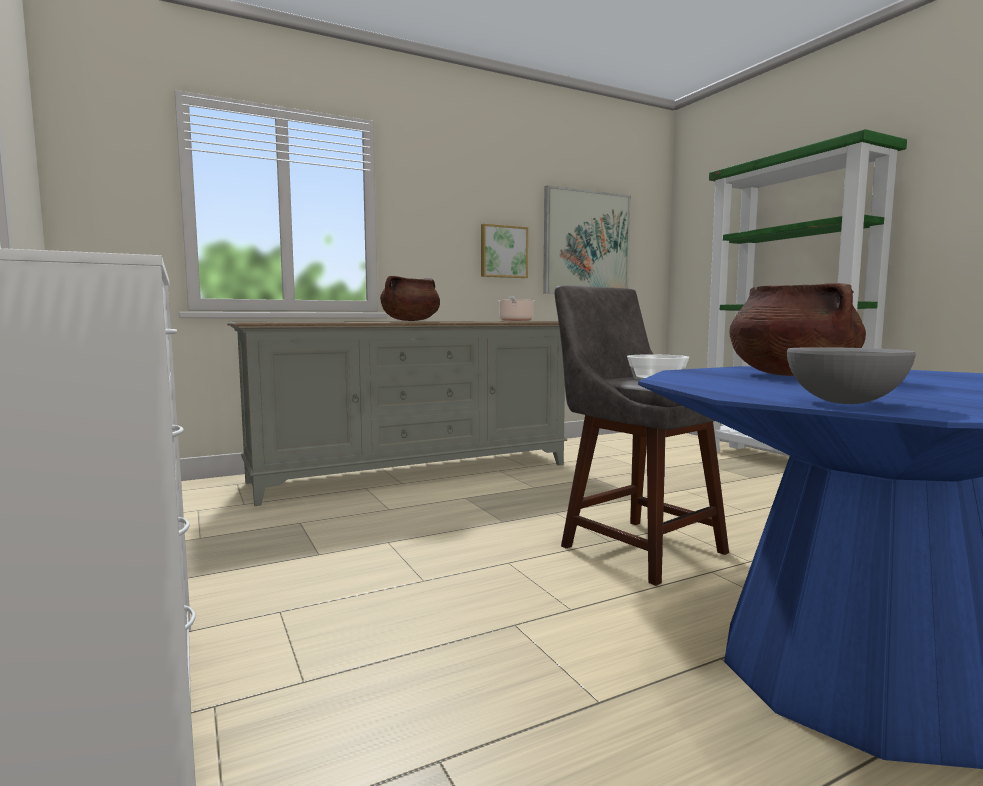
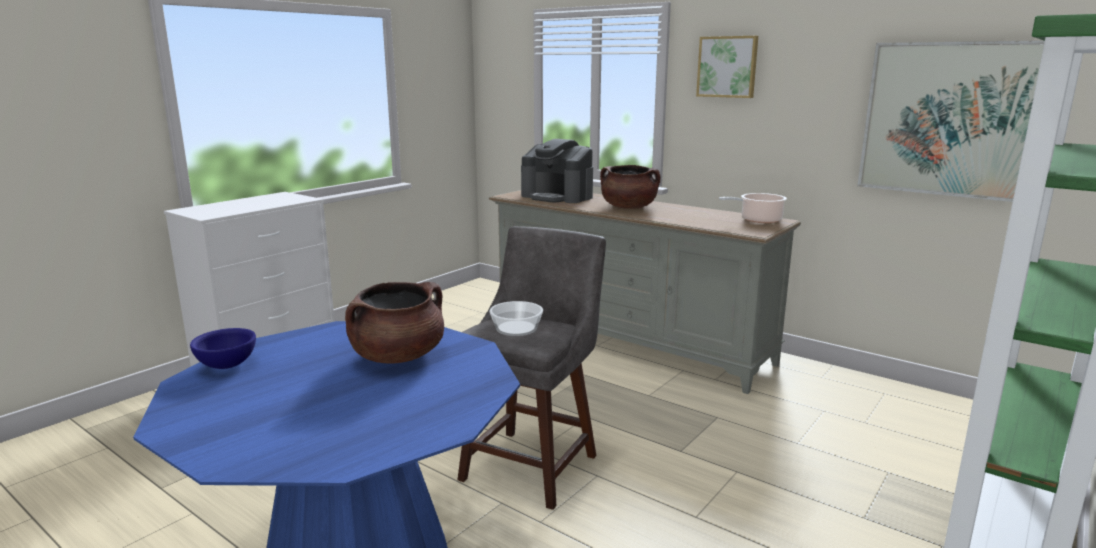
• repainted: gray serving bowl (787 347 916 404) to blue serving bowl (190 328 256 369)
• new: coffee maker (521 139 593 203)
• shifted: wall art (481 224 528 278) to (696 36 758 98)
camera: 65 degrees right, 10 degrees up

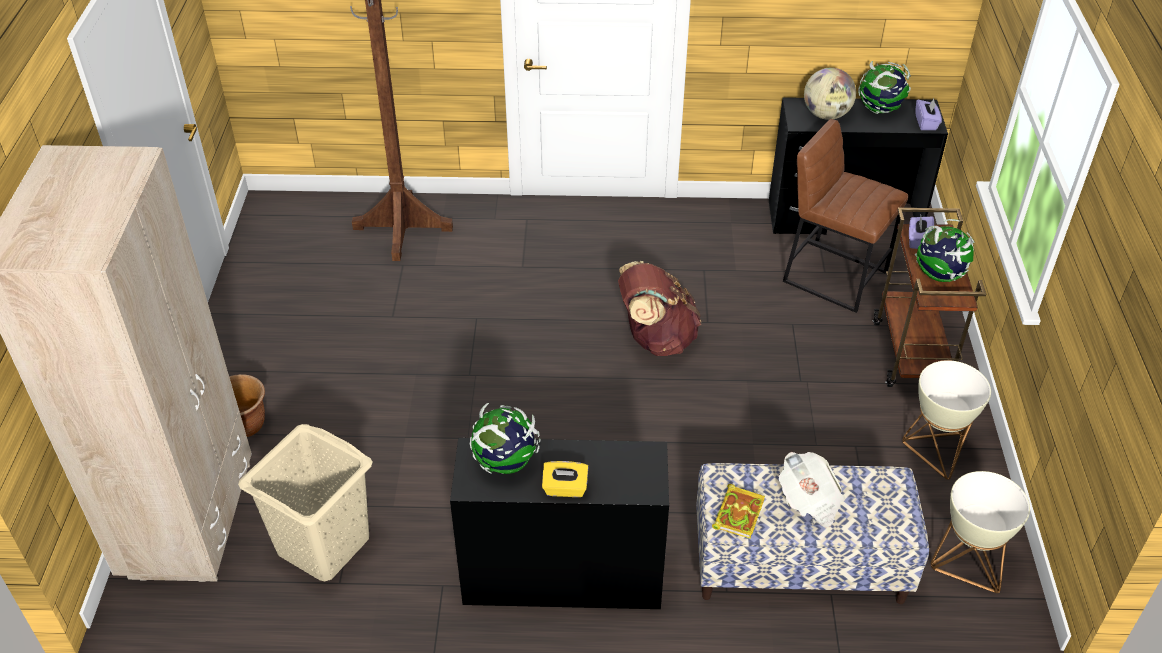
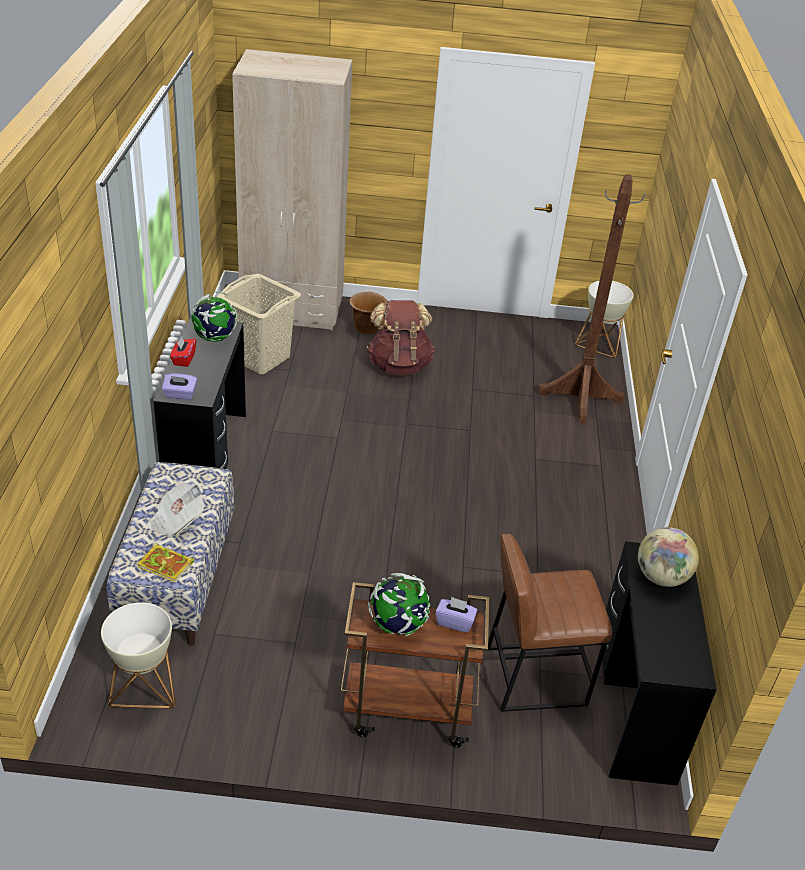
• shifted: bound book (712 484 765 539) to (138 543 194 582)
• shifted: purplish box of tissues (916 99 942 130) to (162 374 197 400)
• repainted: yellow-coloured box of tissues (542 461 588 497) to red-coloured box of tissues (170 336 196 367)
• shifted: brown-coloured knapsack (618 261 701 356) to (367 300 435 375)
• rotated: brown-coloured plain chair (783 119 908 313) = (488 533 612 712) 135 degrees counterclockwise
• shifted: plant pot (902 360 991 480) to (575 281 634 358)
• gone: desk globe (858 61 911 114)
camera: 90 degrees right, 5 degrees down

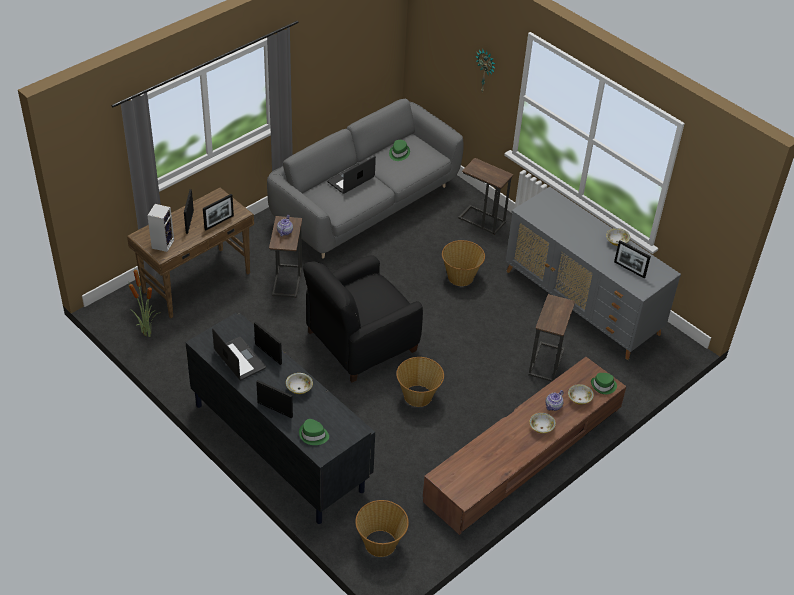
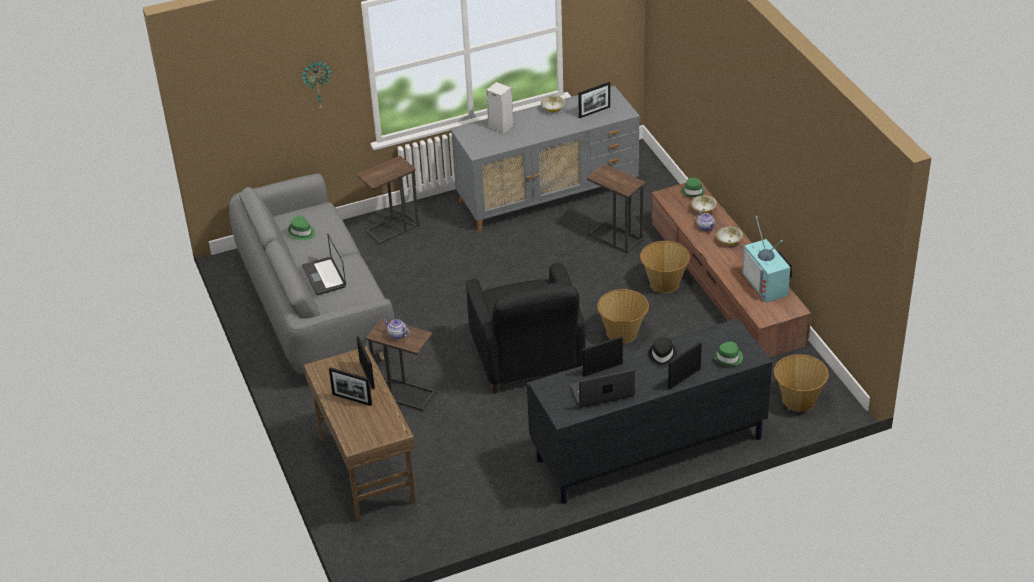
• shifted: audio speaker (147 204 174 252) to (486 82 513 133)
• shifted: basket (442 240 485 286) to (640 241 690 293)
• swapped: serving bowl (286 373 313 394) to black-coloured hat (649 337 677 368)
• new: television (742 216 792 303)
• gone: potted plant (128 270 161 337)
camera: 65 degrees left, 5 degrees down

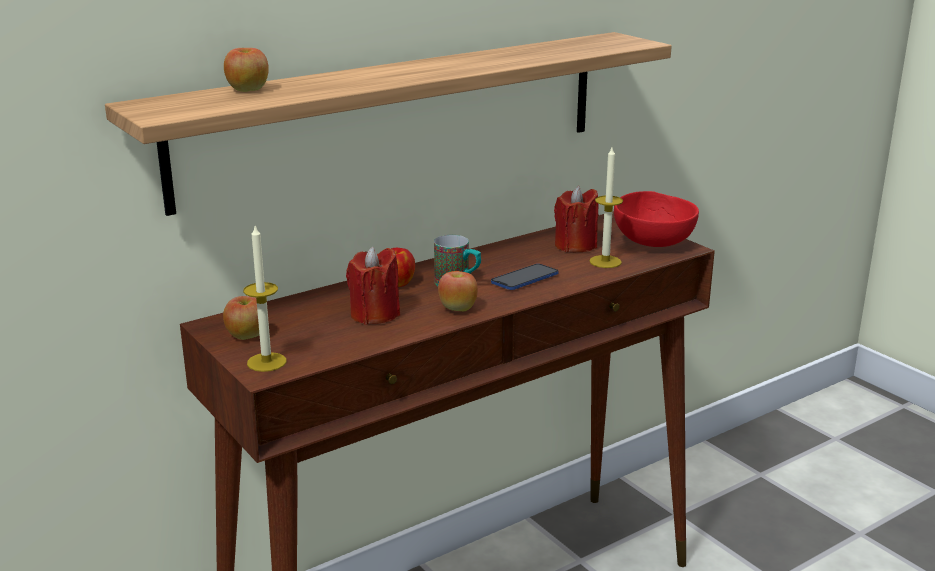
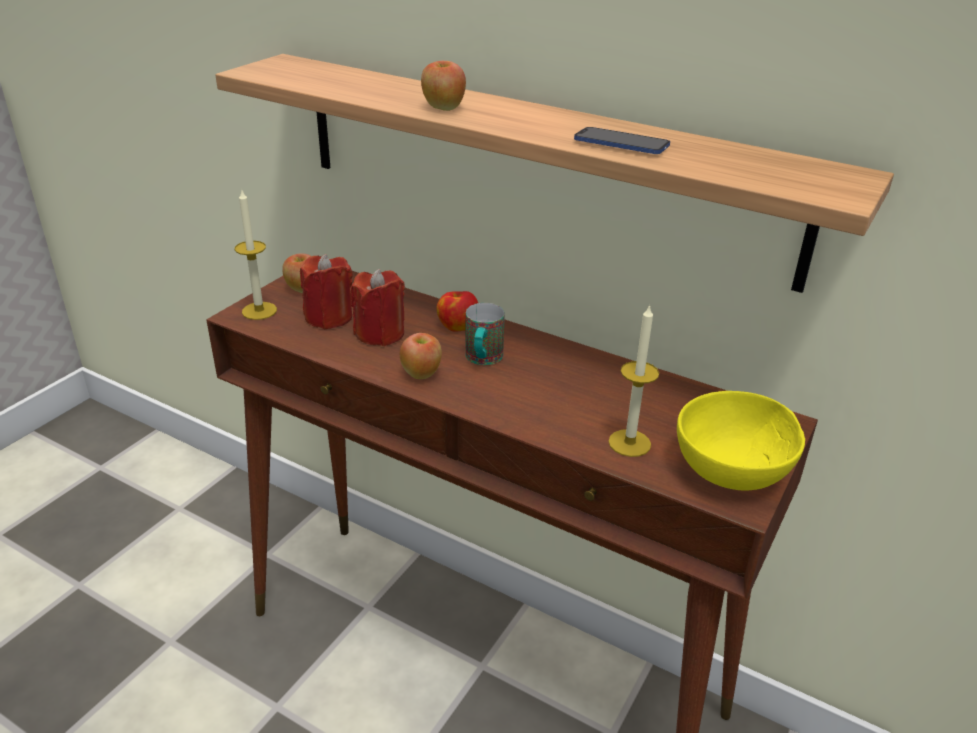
• shifted: red-coloured candle (554 186 599 252) to (300 254 353 329)
• shifted: apple fruit (224 48 269 92) to (421 61 466 111)
• shifted: handset (491 264 558 290) to (574 127 670 154)
• repainted: red-coloured serving bowl (614 191 699 247) to yellow-coloured serving bowl (677 391 805 491)
camera: 65 degrees right, 10 degrees up

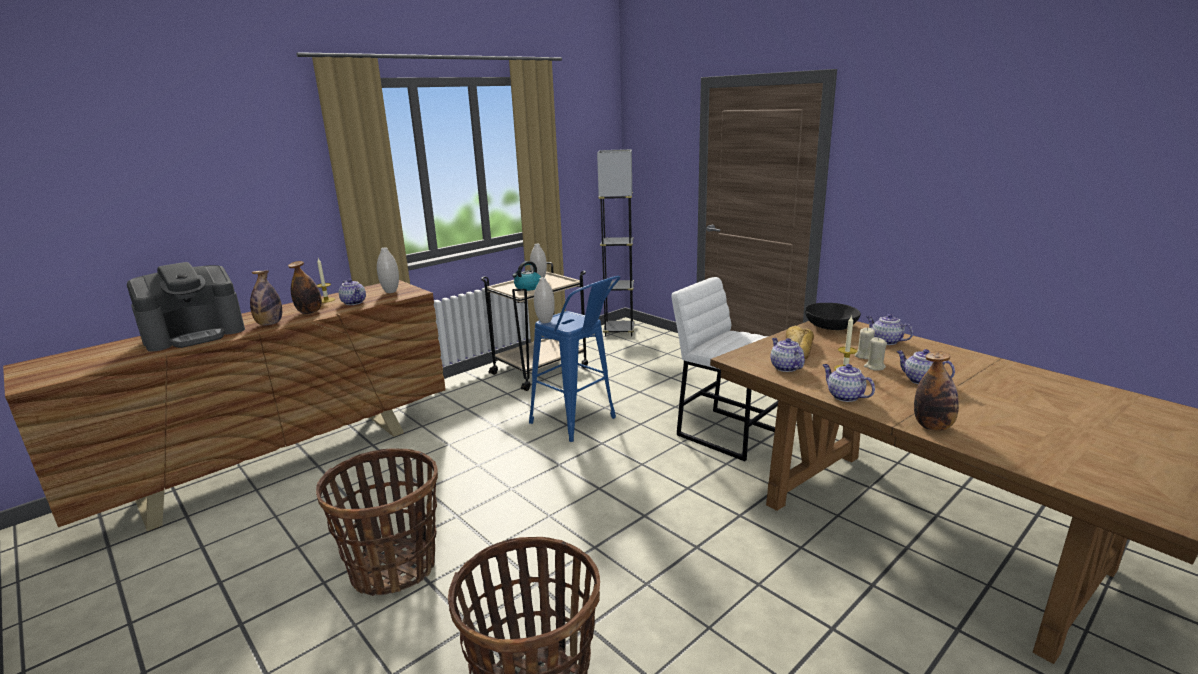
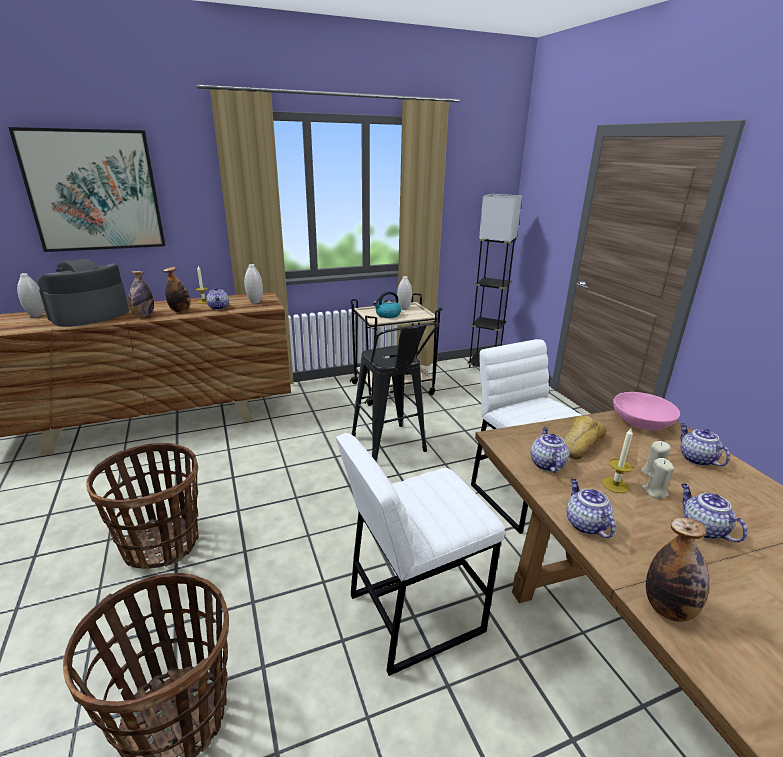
• new: wall art (8 127 165 252)
• shifted: white vase (534 277 555 323) to (17 273 44 317)
• rotated: coffee maker (127 262 245 352) = (37 259 129 327) 150 degrees clockwise
• new: white plain chair (336 433 505 676)
• repainted: blue stool seat (529 276 620 442) to black-coloured stool seat (351 322 440 462)
• repainted: black-coloured serving bowl (805 303 861 330) to pink serving bowl (613 392 680 430)
camera: 20 degrees right, 5 degrees up

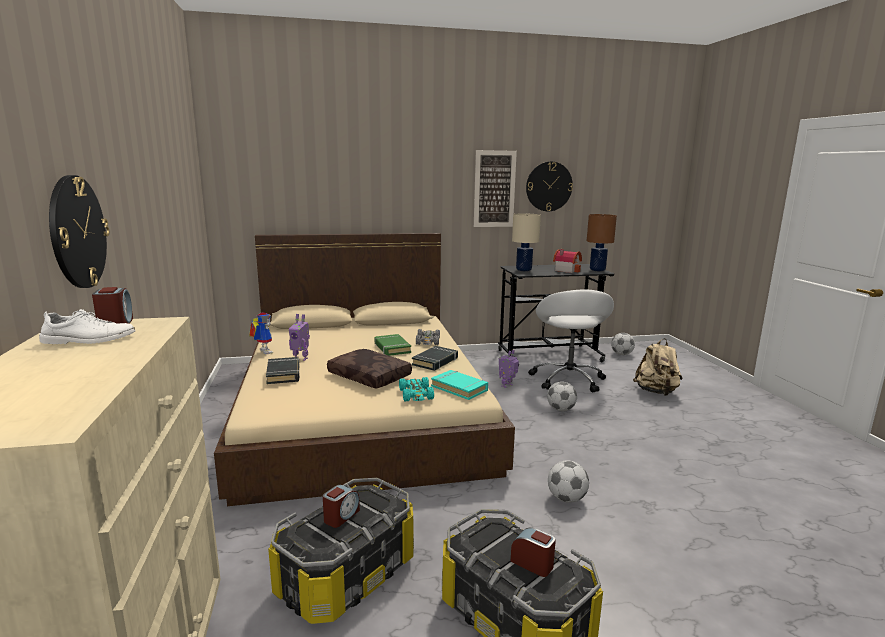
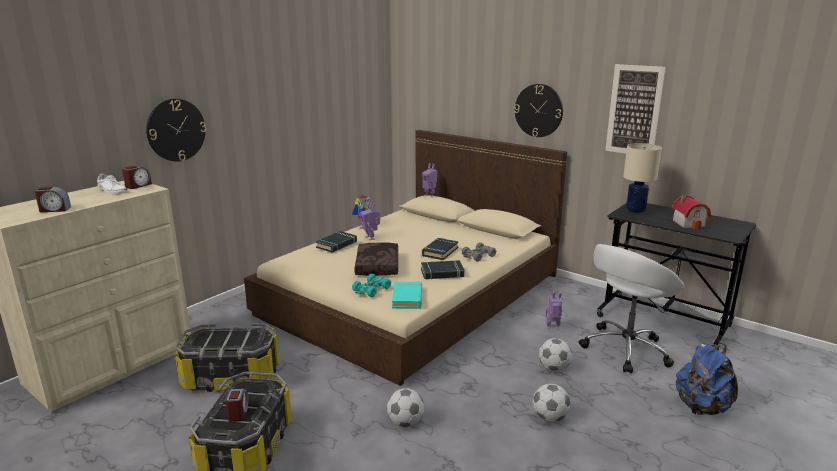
• shifted: table clock (323 485 360 528) to (35 187 71 212)
• new: robot figure (422 163 437 197)
• repainted: greenish bound book (375 334 411 356) to black-coloured bound book (422 238 459 260)
• shifted: wall clock (526 162 573 211) to (514 84 563 137)
• shifted: football ball (611 333 635 355) to (533 384 570 422)
• repainted: beige knapsack (633 338 683 396) to blue knapsack (675 343 738 415)
• gone: brown-coloured tabletop lamp (587 214 617 271)
camera: 50 degrees right, 5 degrees up

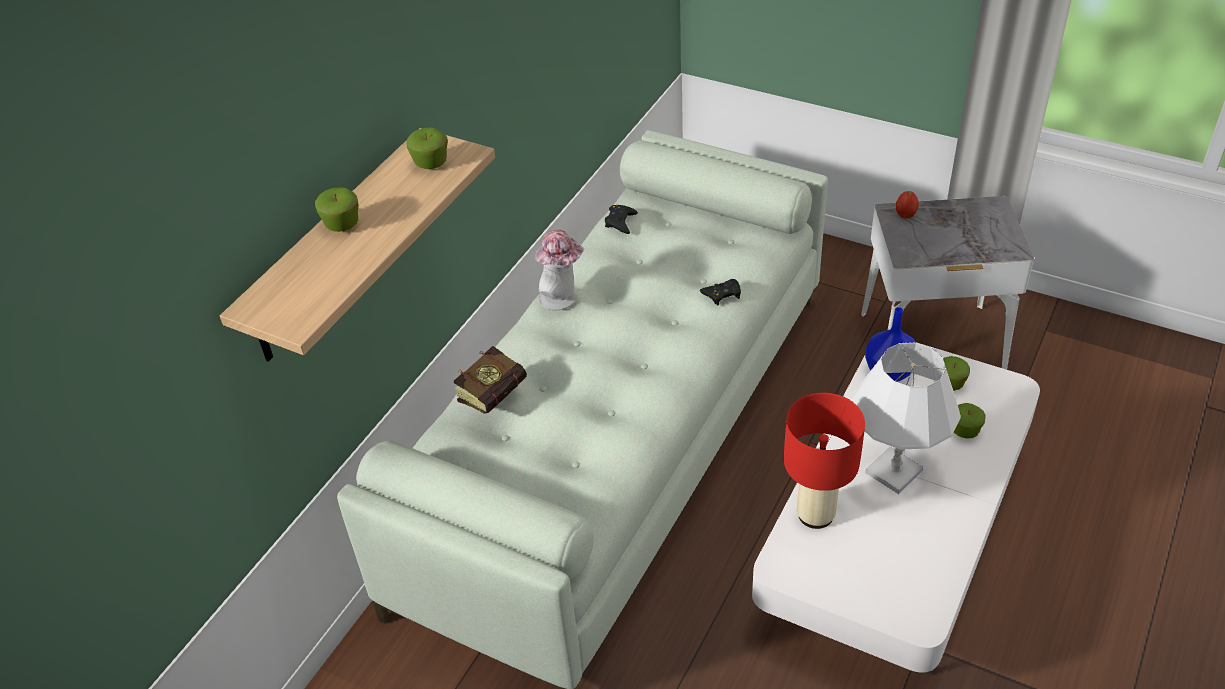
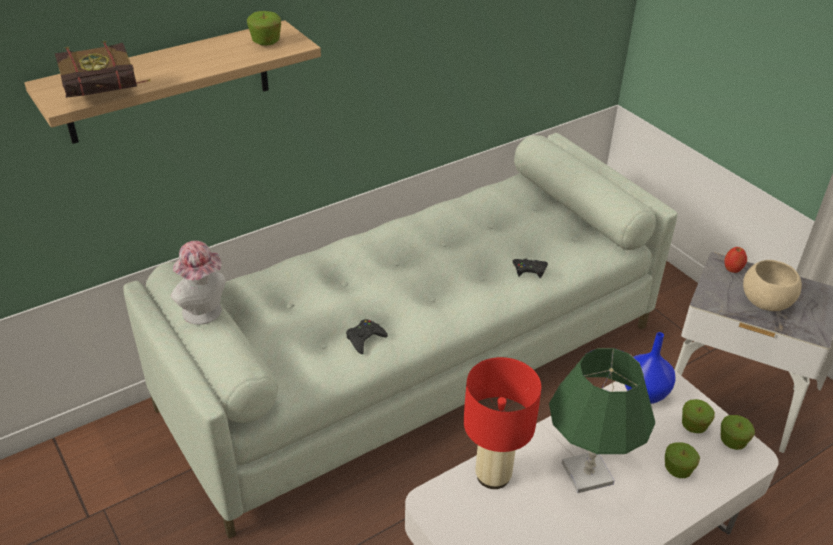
• shifted: bound book (454 346 527 414) to (55 41 150 98)
• shifted: hat (535 229 584 310) to (171 241 225 325)
• shifted: black-coloured joypad (605 205 638 234) to (346 319 388 354)
• repainted: white tabletop lamp (852 342 961 494) to greenish tabletop lamp (549 348 655 493)
• shifted: apple fruit (315 187 359 232) to (721 415 755 450)
• new: beige serving bowl (743 260 802 311)
camera: 25 degrees right, 5 degrees down

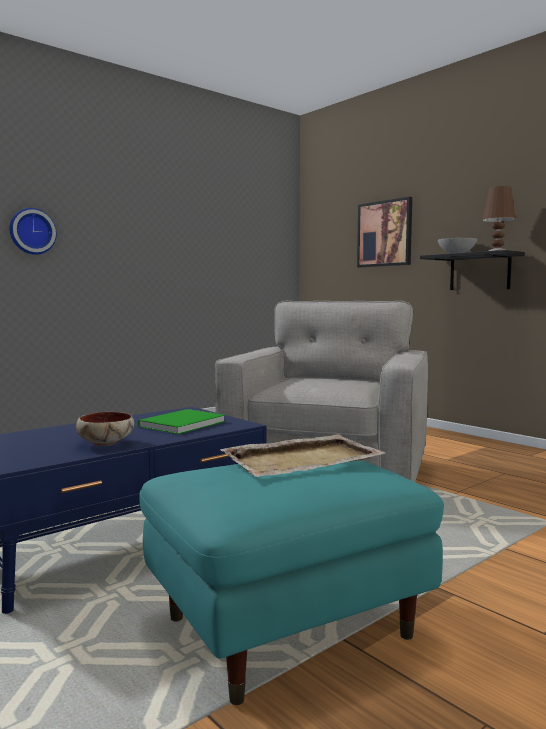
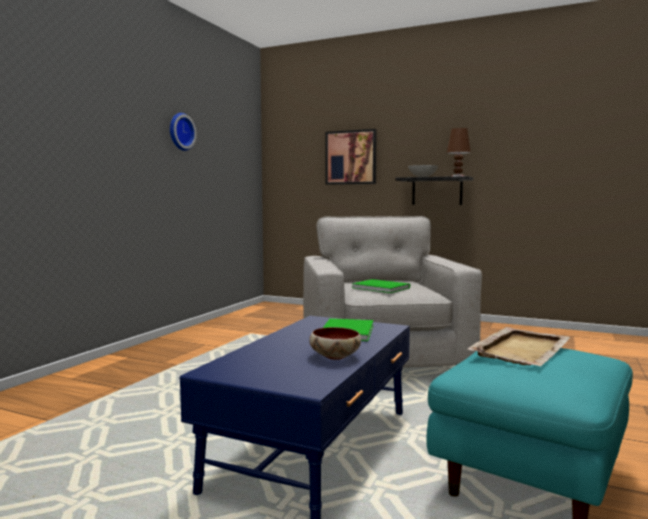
• shifted: wall clock (10 208 57 255) to (170 113 197 151)
• new: greenish bound book (352 279 410 293)
camera: 25 degrees left, 0 degrees up

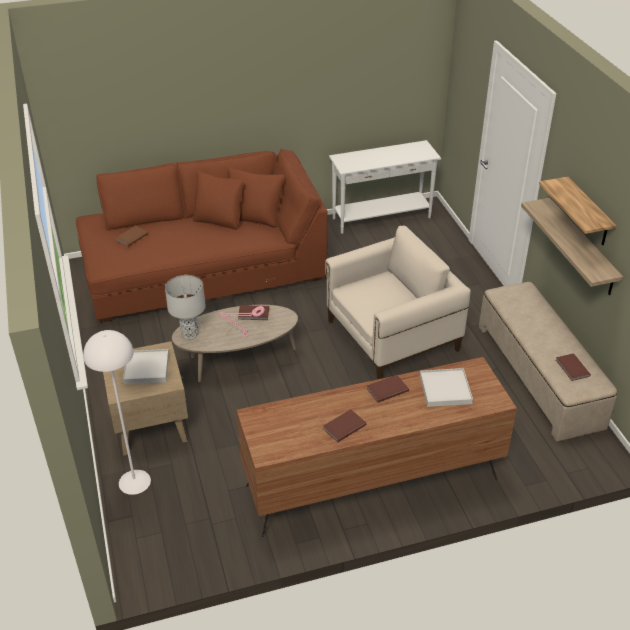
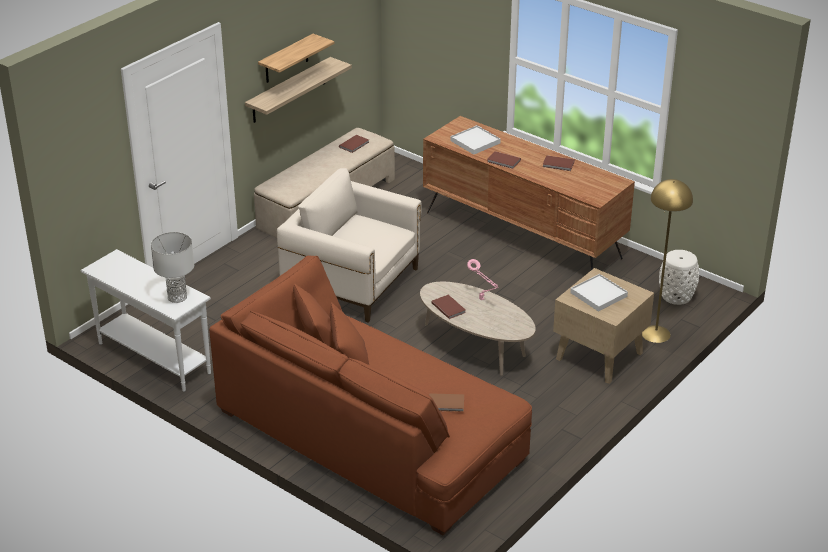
• shifted: white tabletop lamp (165 275 206 339) to (151 232 194 303)
• repainted: white standard lamp (83 330 151 495) to yellow-coloured standard lamp (642 179 693 343)
• new: white stool seat (659 250 699 305)
camera: 125 degrees left, 5 degrees down

